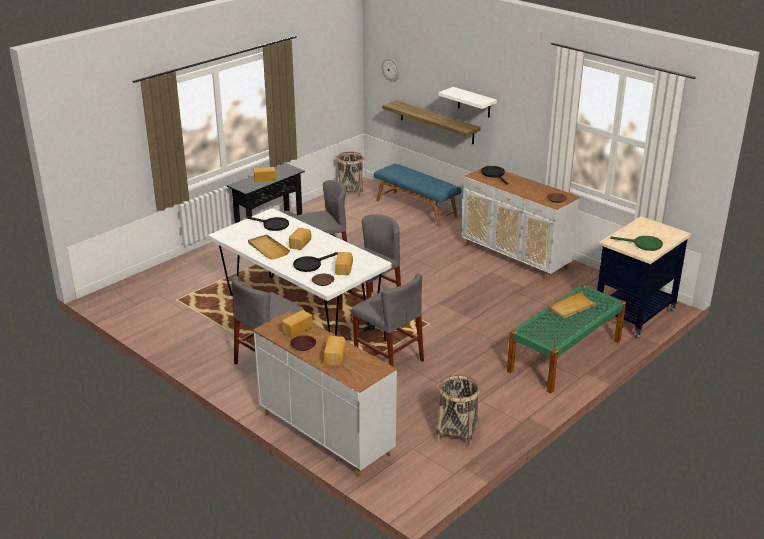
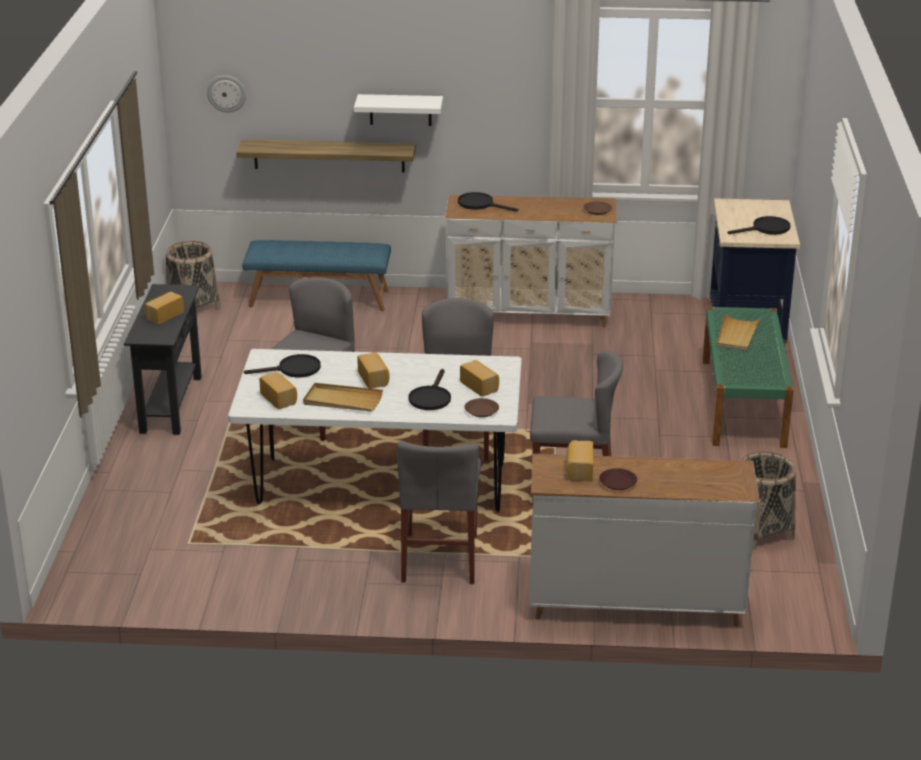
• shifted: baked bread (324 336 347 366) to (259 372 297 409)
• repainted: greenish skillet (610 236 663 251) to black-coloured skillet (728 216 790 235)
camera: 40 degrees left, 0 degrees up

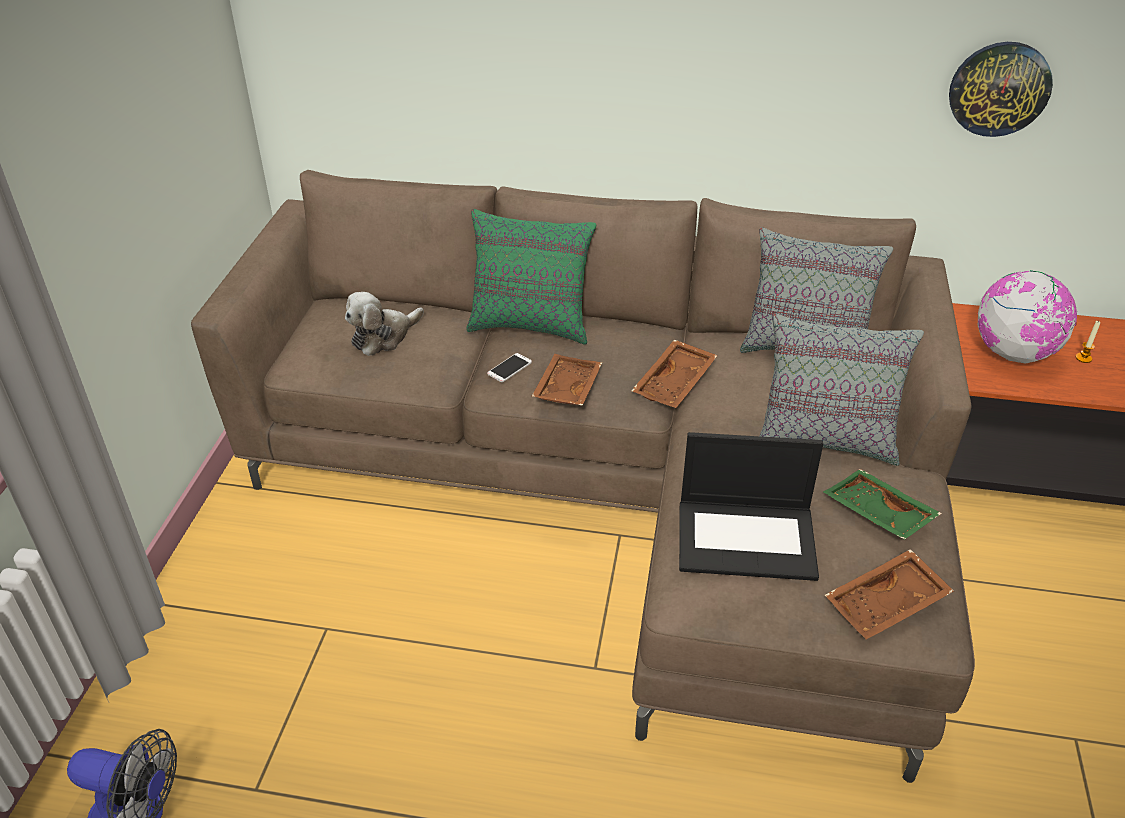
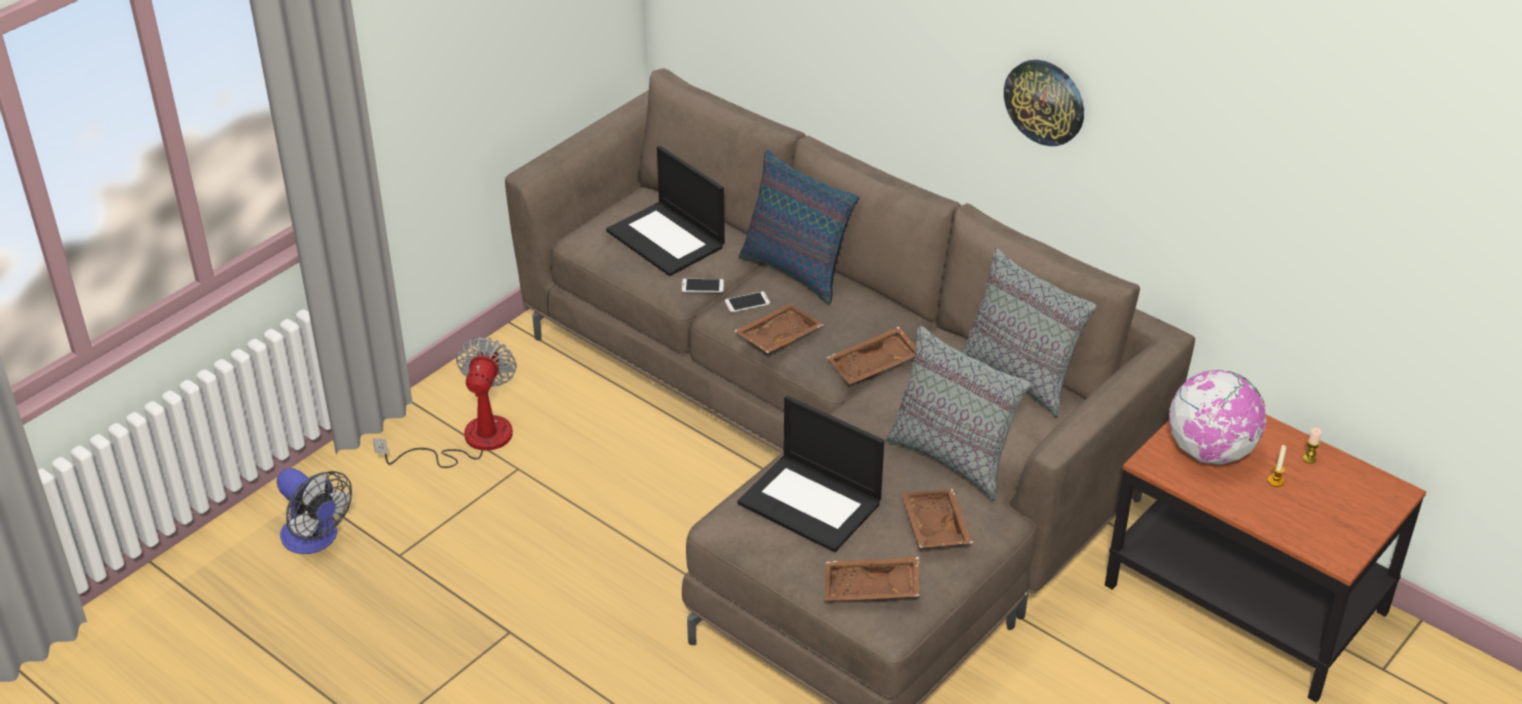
• new: electric fan (373 337 517 468)
• swapped: cuddly toy (345 292 424 356) to notebook computer (606 146 725 276)
• new: handset (682 279 724 293)
• repainted: greenish throw pillow (466 209 596 345) to blue throw pillow (739 150 859 305)
• repainted: greenish tray (823 469 942 540) to brown-coloured tray (901 489 973 548)
• shifted: wall clock (949 42 1053 137) to (1004 60 1084 146)
• new: candle (1303 428 1322 464)
camera: 30 degrees right, 0 degrees up

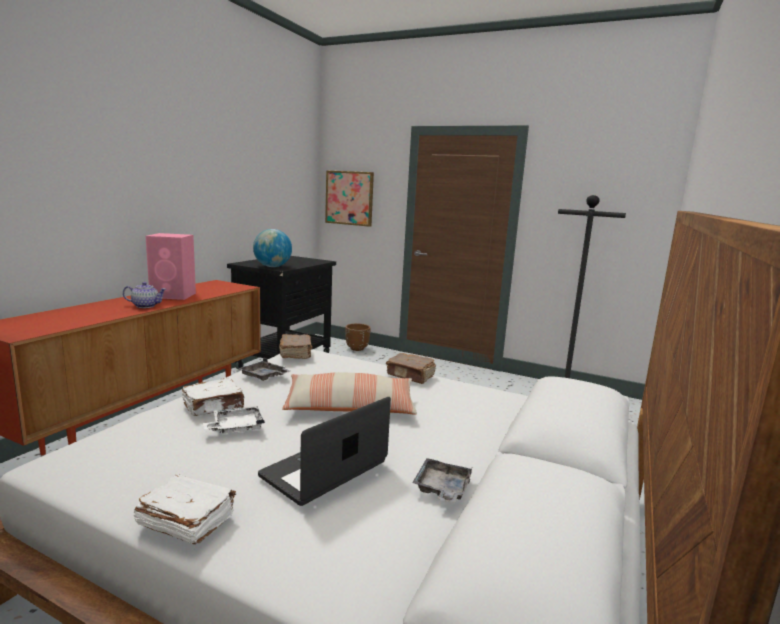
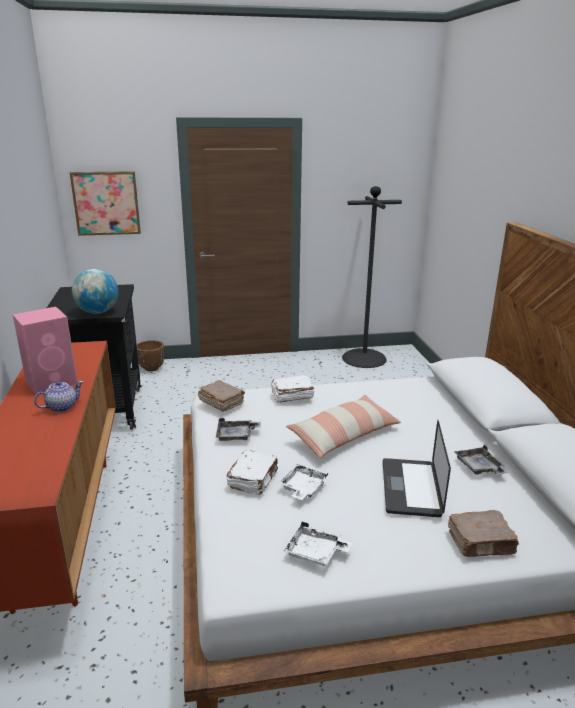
• shifted: white bound book (134 475 236 545) to (271 375 314 403)
• new: white tray (284 522 353 566)
• shifted: brown-coloured bound book (386 353 436 384) to (448 510 519 557)
camera: 35 degrees left, 10 degrees up

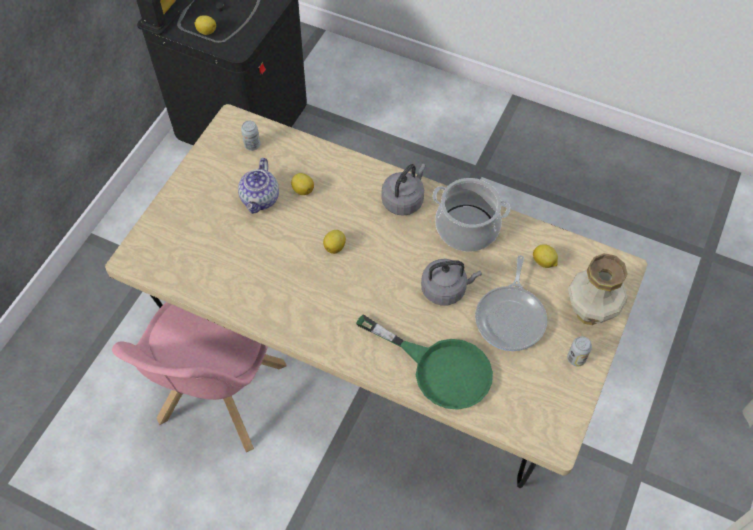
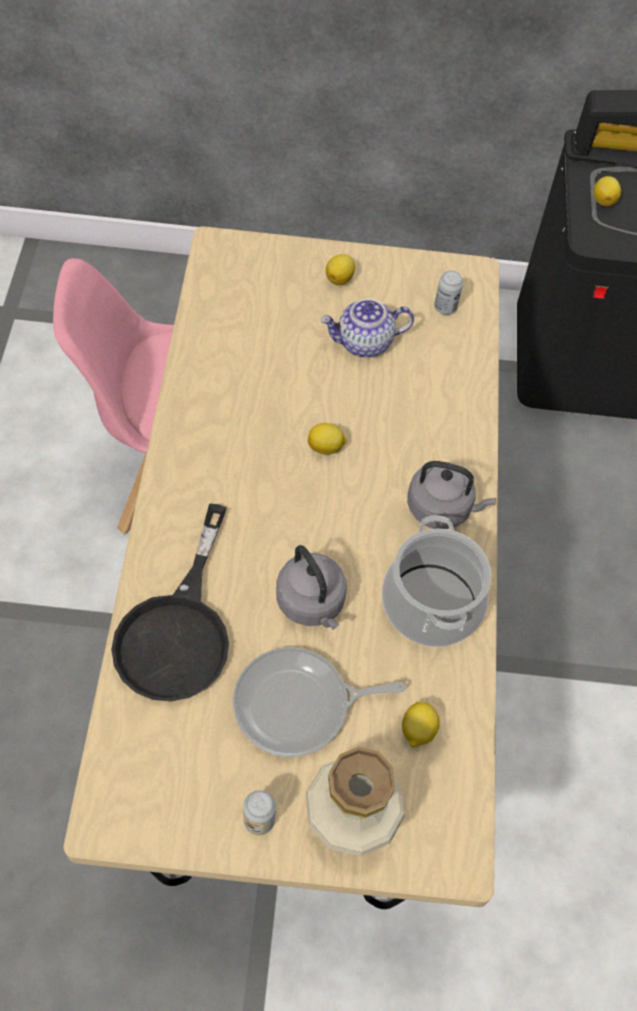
• repainted: greenish skillet (356 314 493 410) to black-coloured skillet (111 503 229 701)
• shifted: whole lemon (291 173 314 195) to (326 254 355 285)
camera: 65 degrees right, 0 degrees up

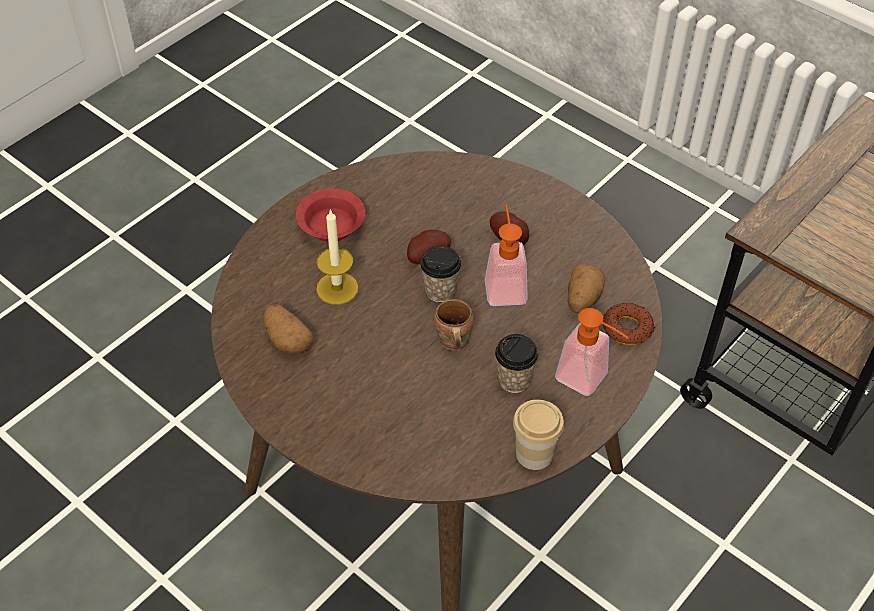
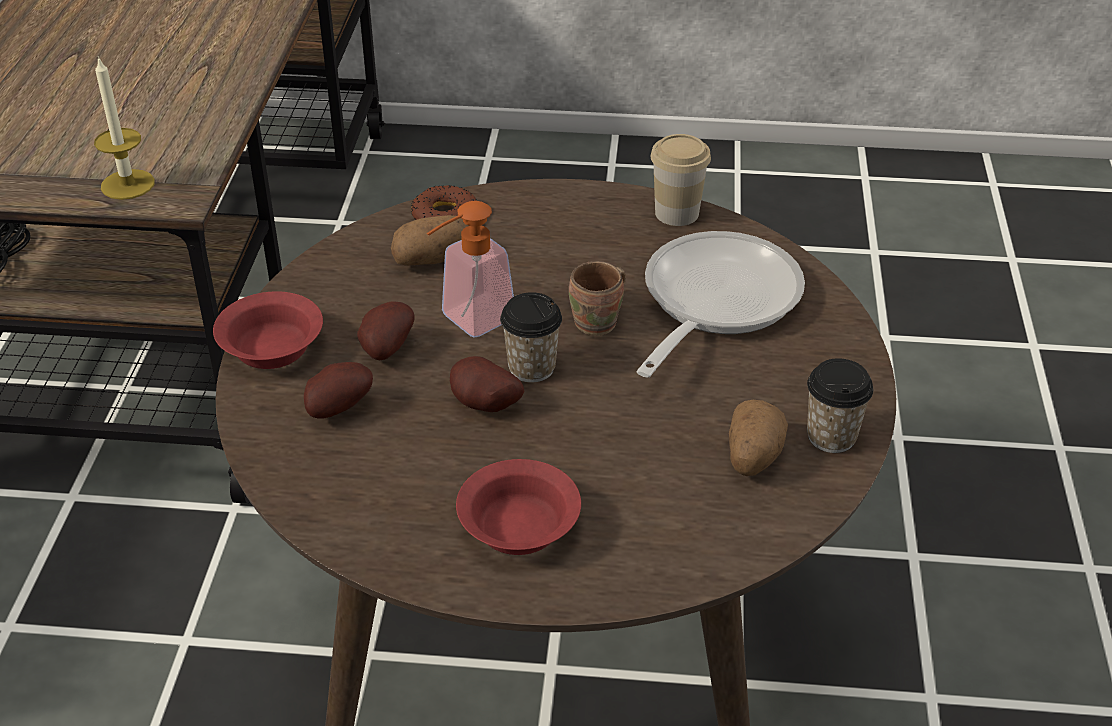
• shifted: candle (316 209 358 305) to (94 56 155 200)
• new: red-coloured serving bowl (213 291 323 369)
• new: spud (304 362 373 419)
• new: skillet (637 231 805 377)
• shifted: cup (495 334 538 393) to (807 358 874 453)
• gone: soap dispenser (555 308 628 396)
camera: 125 degrees left, 10 degrees down

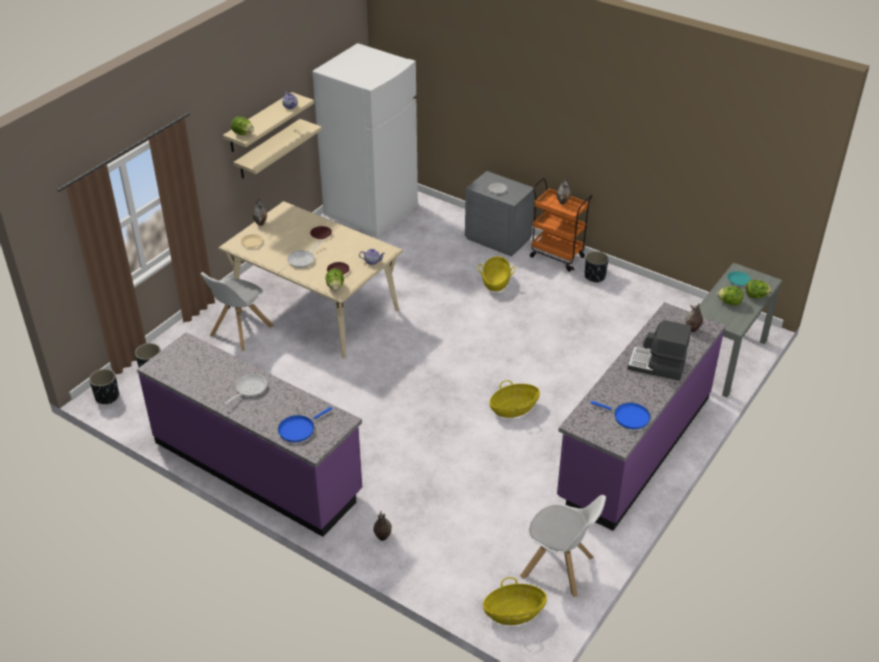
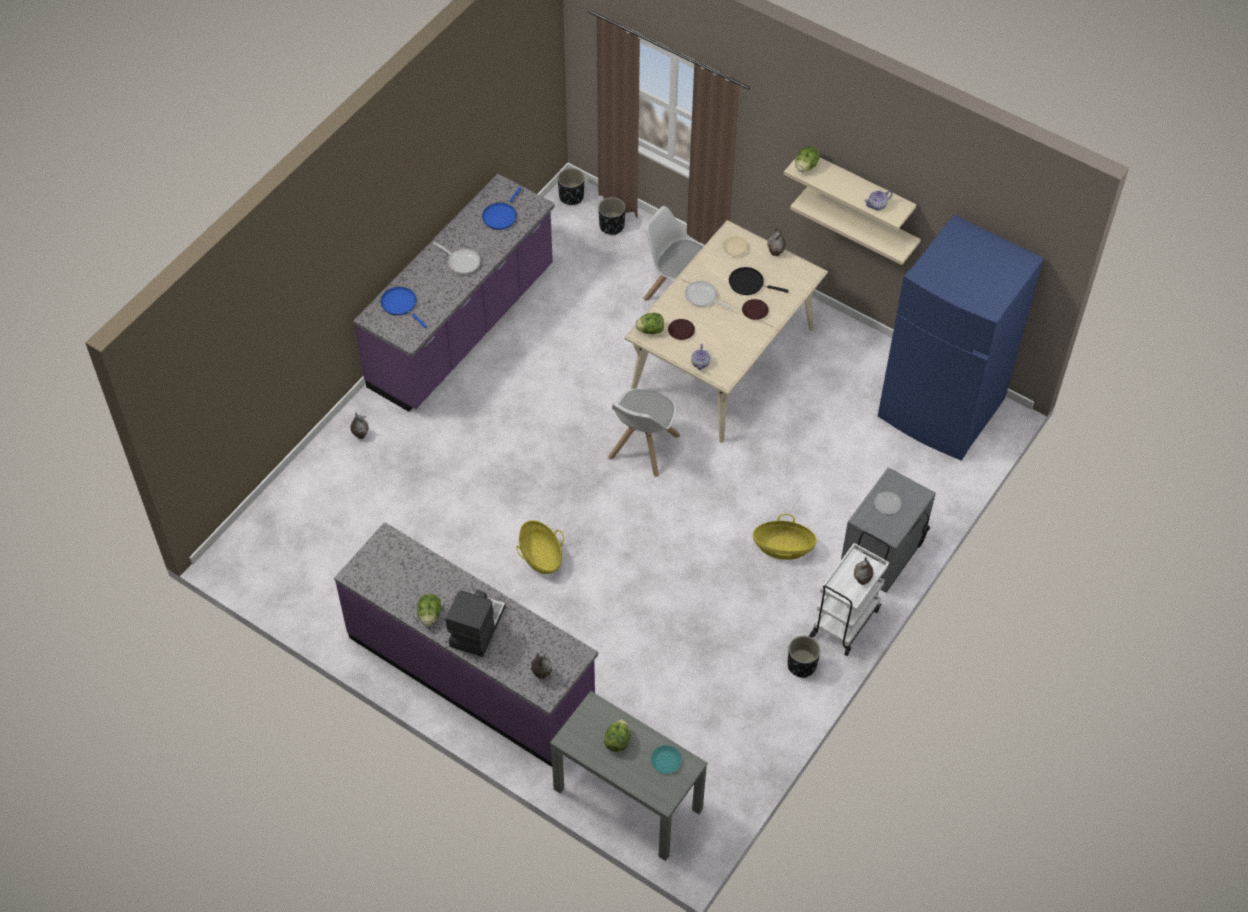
• shifted: head of lettuce (746 280 772 298) to (417 594 441 626)
• shifted: blue skillet (590 401 650 429) to (482 187 522 230)
• shifted: plain chair (520 495 606 597) to (608 388 680 477)
• new: black-coloured skillet (729 267 789 295)
• repainted: orange trolley (530 178 592 272) to white trolley (809 532 890 656)
• repainted: white fridge (312 43 418 236) to blue fridge (878 215 1044 461)
• gone: basket (483 577 547 625)
camera: 90 degrees right, 15 degrees up

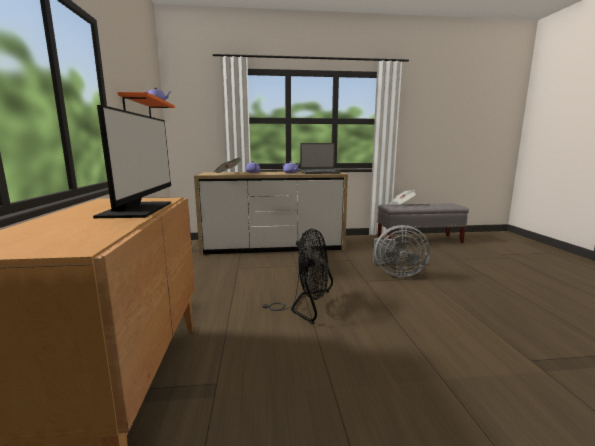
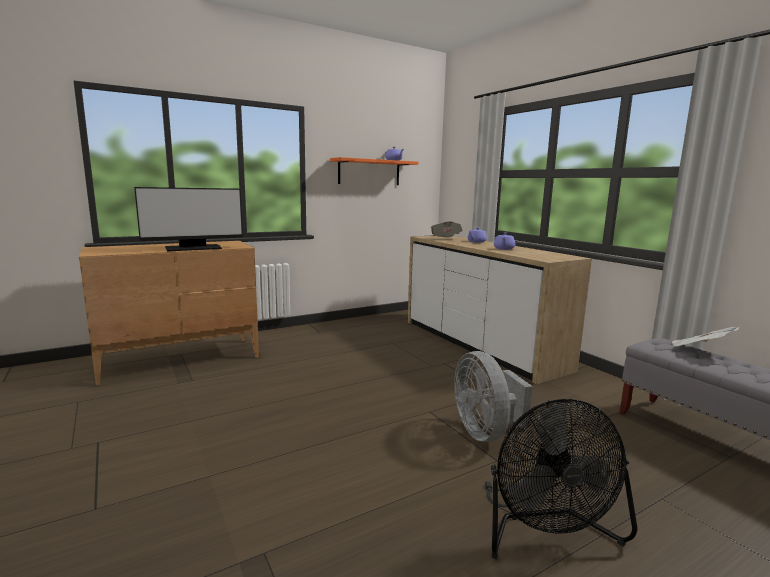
• shifted: black-coloured electric fan (262 228 333 324) to (485 399 638 559)
• gone: notebook computer (300 143 341 174)
camera: 65 degrees right, 0 degrees up

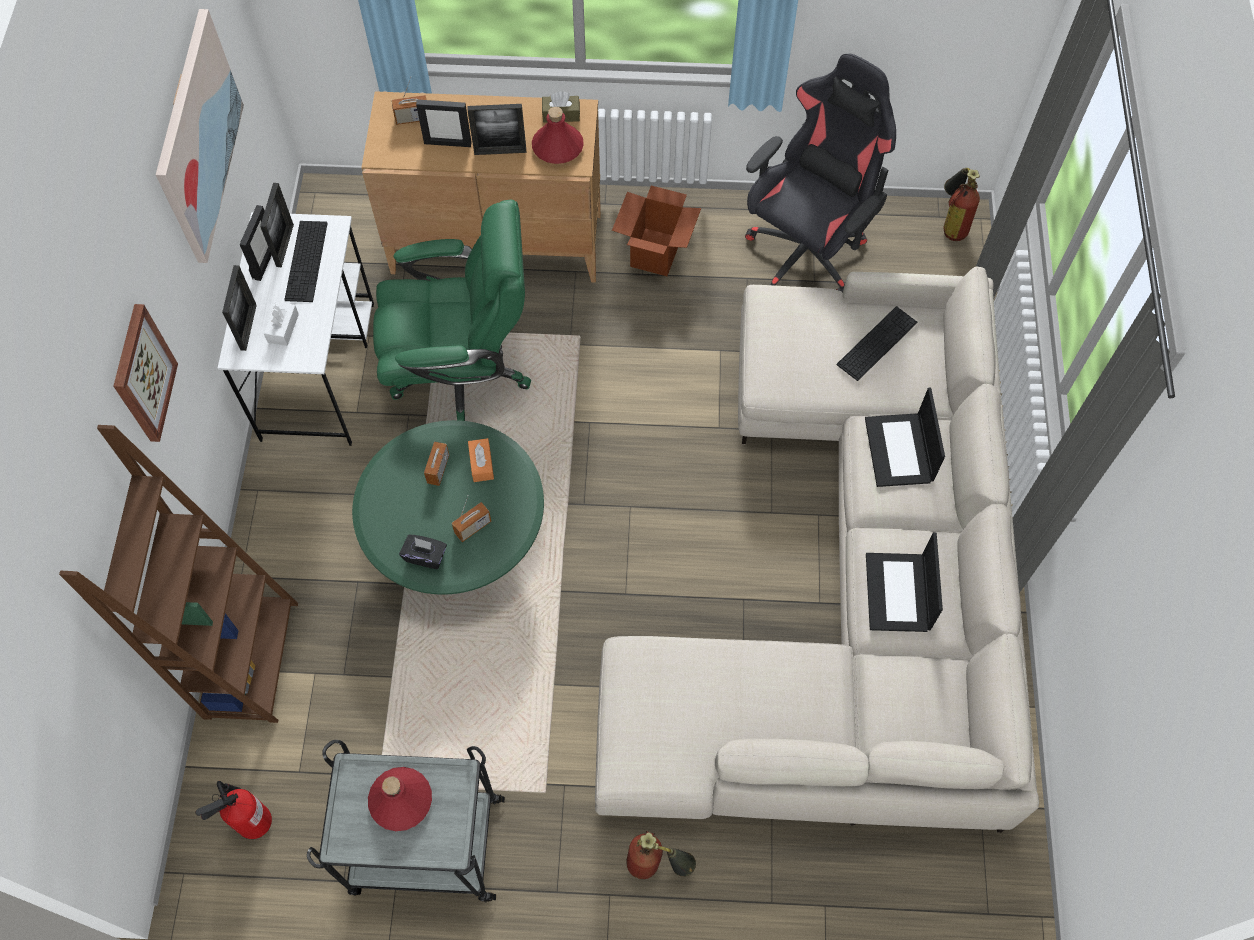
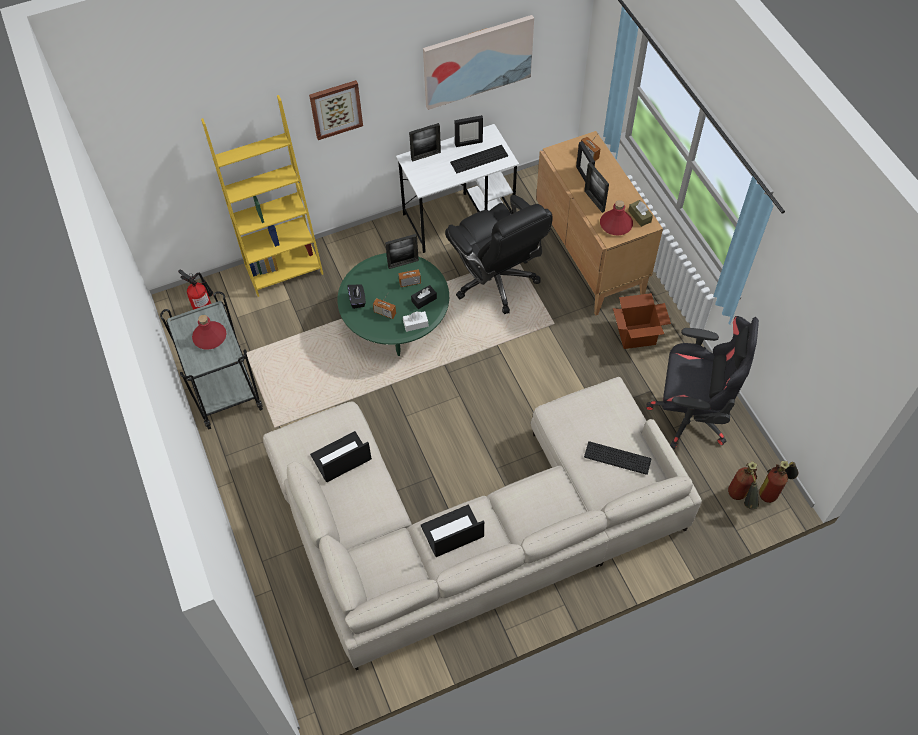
• repainted: brown-coloured shelving unit (59 425 298 723) to yellow-coloured shelving unit (201 95 323 297)
• shifted: notebook computer (865 387 945 487) to (310 431 372 482)
• shifted: standing frame (260 183 294 267) to (385 234 419 269)
• shifted: white box of tissues (264 302 299 346) to (403 311 428 332)
• repainted: orange box of tissues (468 438 494 482) to black-coloured box of tissues (411 285 437 309)
• repainted: greenish office chair (373 200 531 421) to black-coloured office chair (445 195 552 314)
• shifted: fire extinguisher (626 831 696 879) to (728 461 759 509)
camera: 65 degrees right, 5 degrees down

